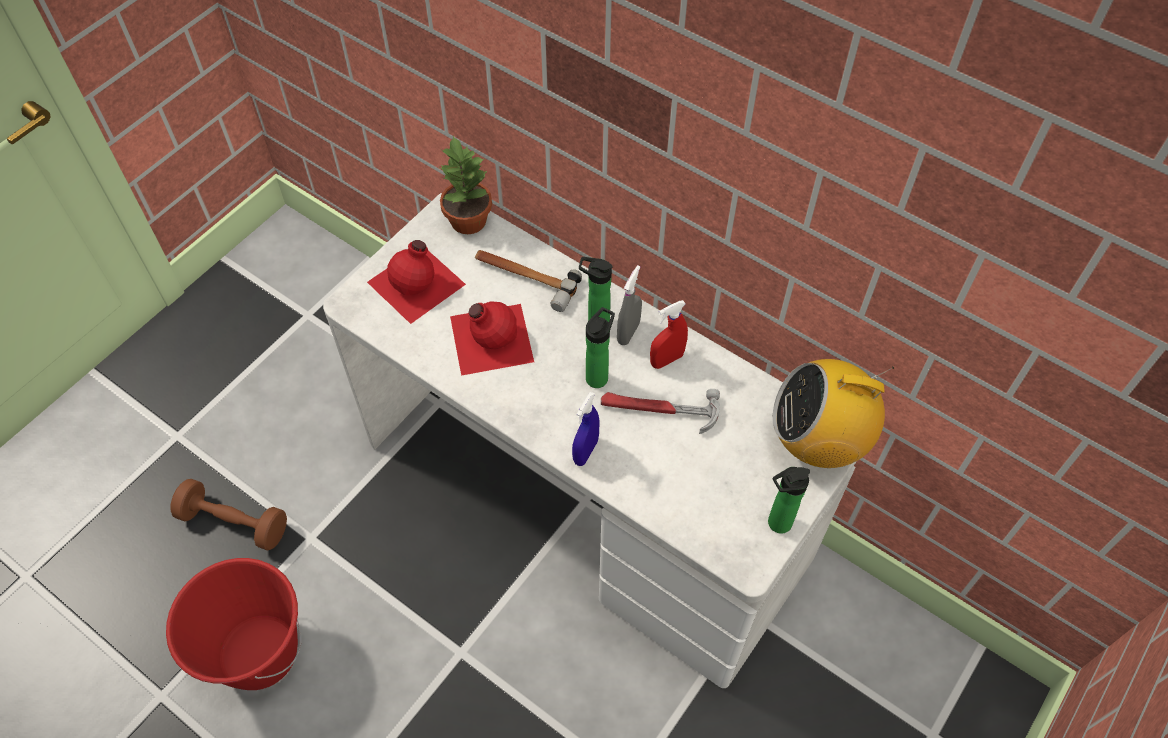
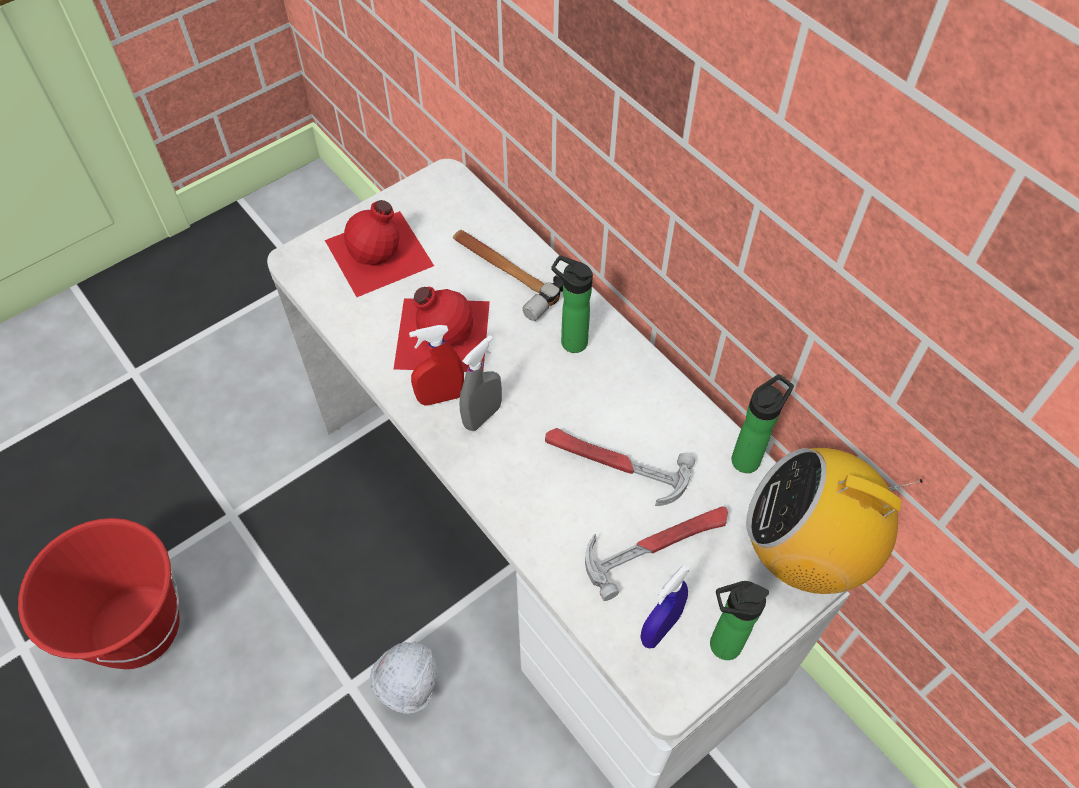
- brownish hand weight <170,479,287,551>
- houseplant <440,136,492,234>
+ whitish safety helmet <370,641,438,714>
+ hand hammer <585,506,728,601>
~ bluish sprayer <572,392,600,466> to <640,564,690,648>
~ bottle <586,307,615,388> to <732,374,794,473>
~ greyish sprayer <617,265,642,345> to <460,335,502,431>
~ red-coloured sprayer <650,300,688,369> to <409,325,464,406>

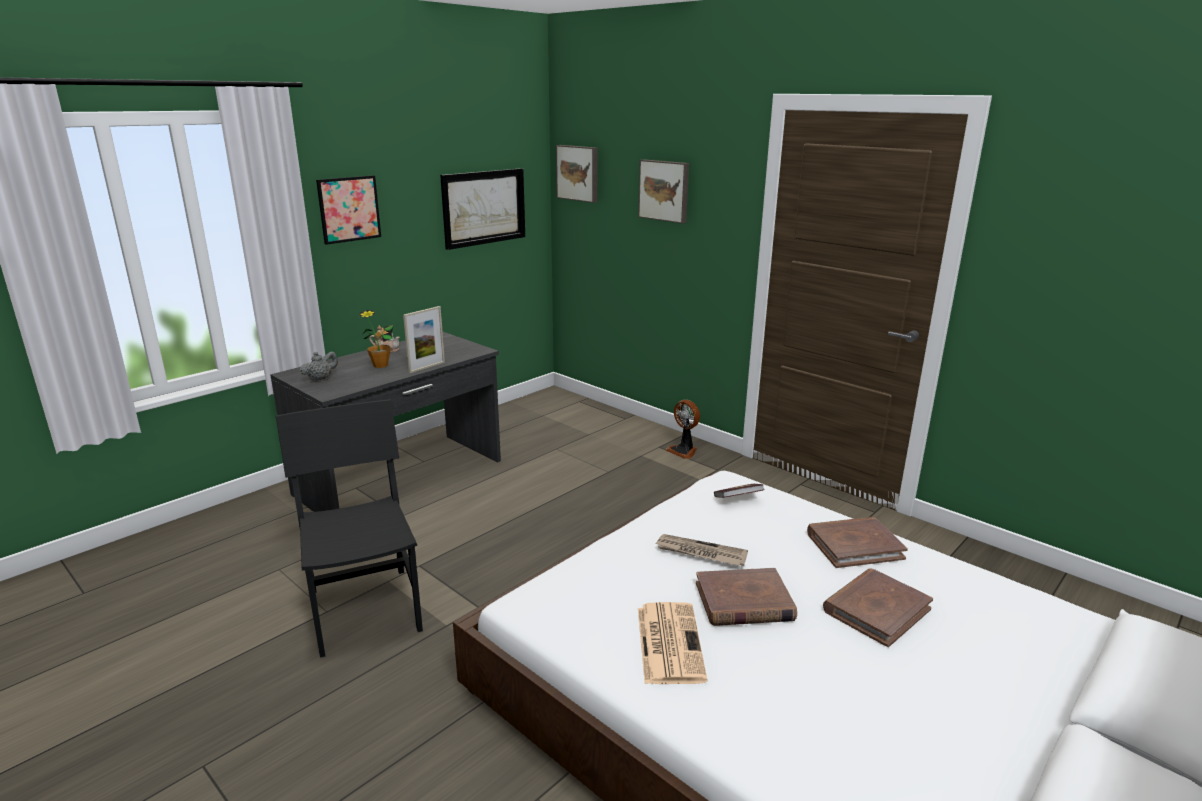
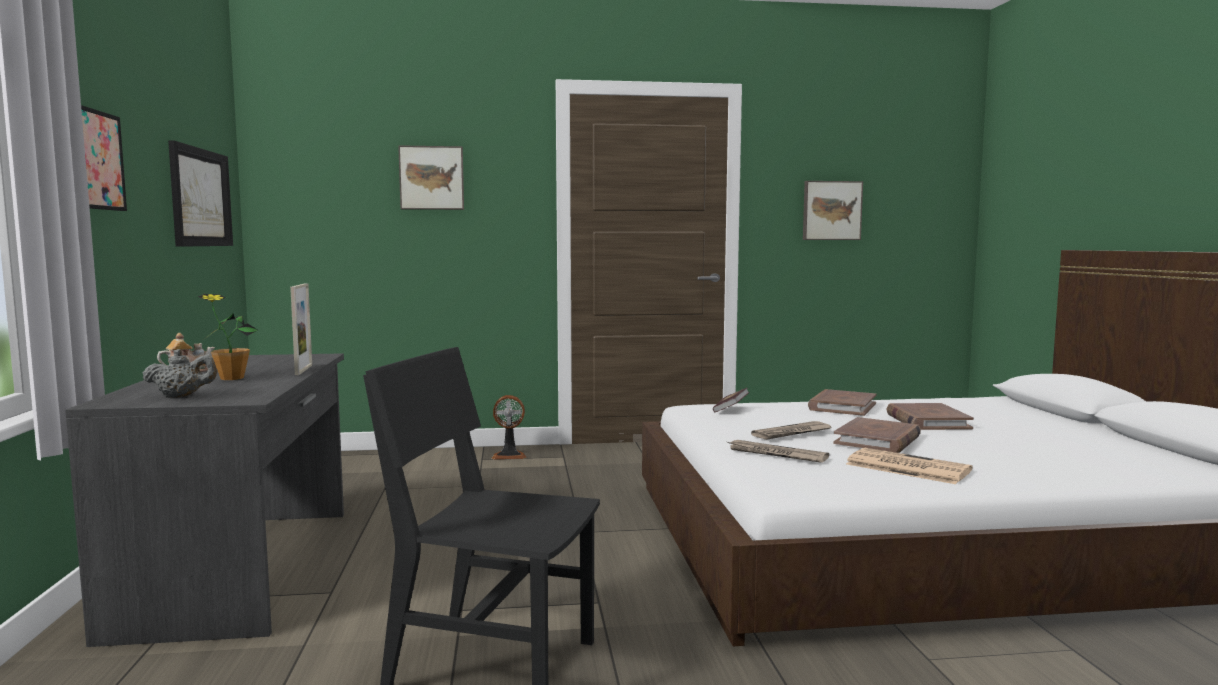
+ daily paper <727,440,829,463>
~ wall picture <556,145,598,203> to <803,181,863,240>
~ greyish tea pot <300,352,338,381> = <142,349,217,398> 90 degrees clockwise

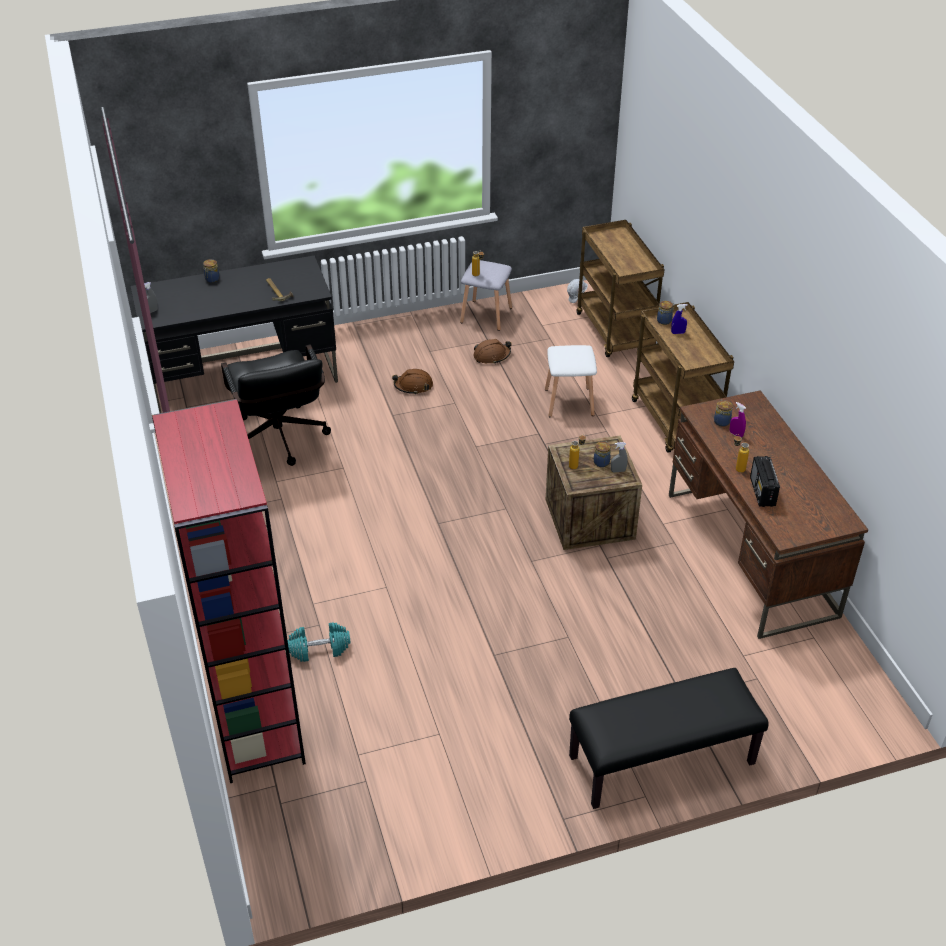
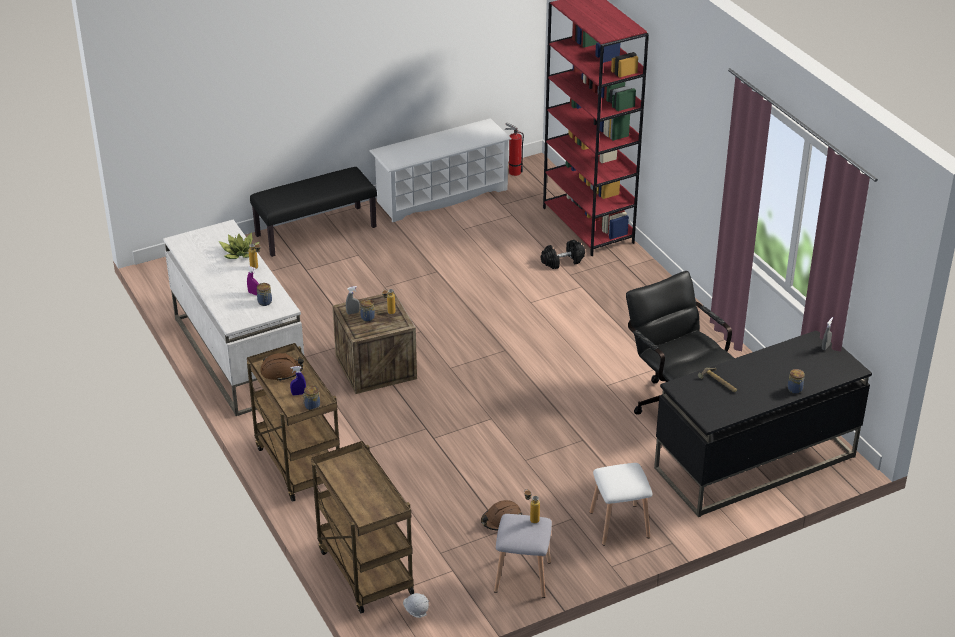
+ whitish shoe stand <369,118,512,222>
+ fire-fighting cylinder <504,122,524,176>
~ brownish safety helmet <392,369,433,395> to <260,353,304,381>
~ whitish stool seat <545,345,597,417> to <590,463,653,546>
~ radio receiver <750,456,780,507> to houseplant <219,232,260,259>
~ blue-green hand weight <288,622,351,662> to blackish hand weight <541,240,585,269>
~ brownish desk <669,390,868,639> to whitish desk <163,219,304,416>

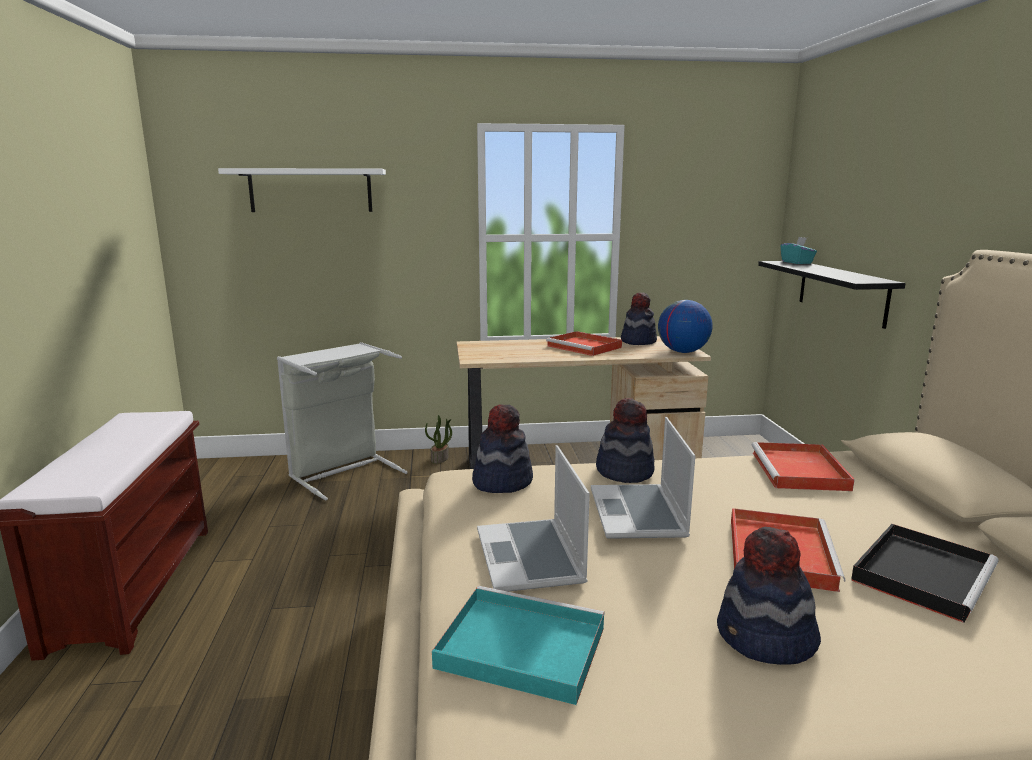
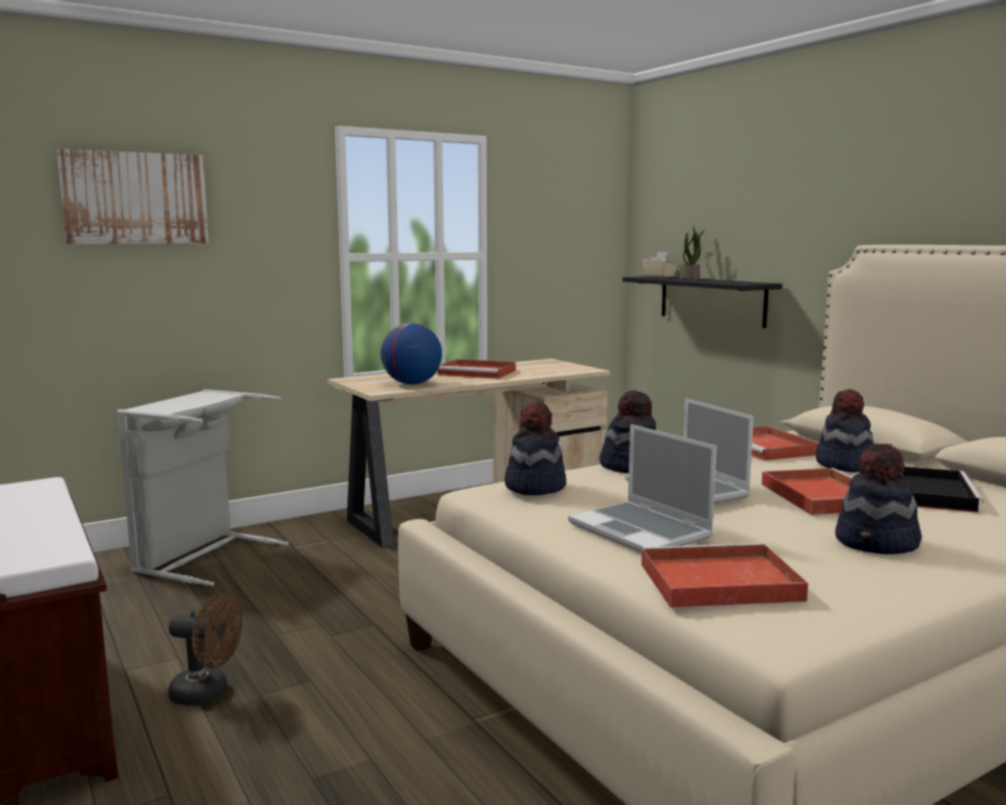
+ brownish fan <168,593,242,706>
~ houseplant <425,415,452,464> to <680,226,705,280>
~ wearable hat <621,293,657,345> to <816,389,873,472>
~ desk globe <658,300,713,353> to <381,323,442,385>
~ whitish wall shelf <218,168,386,212> to wall picture <57,149,209,244>
~ blue-green carrying tray <432,586,605,705> to red-coloured carrying tray <641,543,808,608>
~ blue-green tissue holder <781,237,817,264> to beige tissue holder <642,252,678,277>

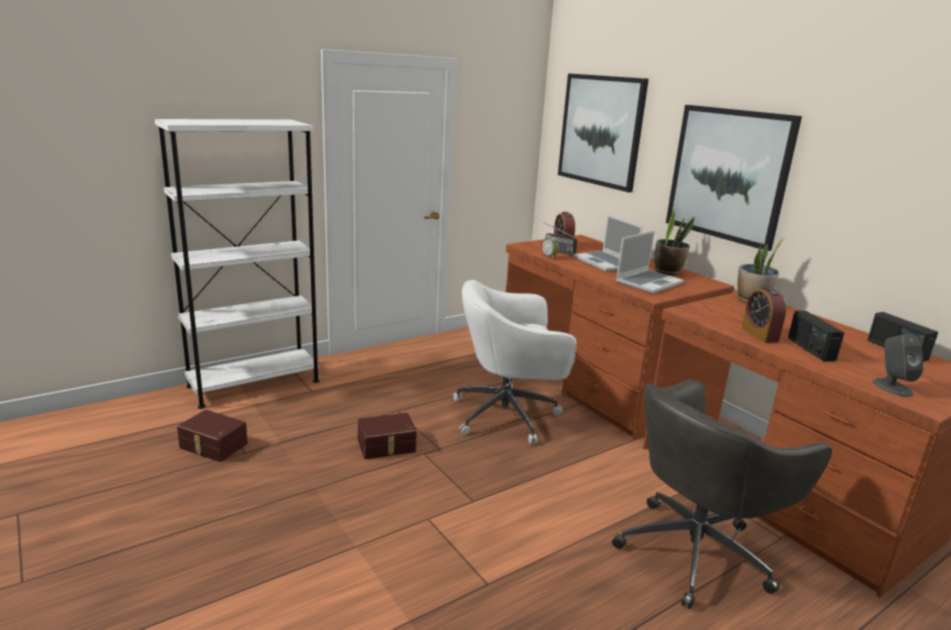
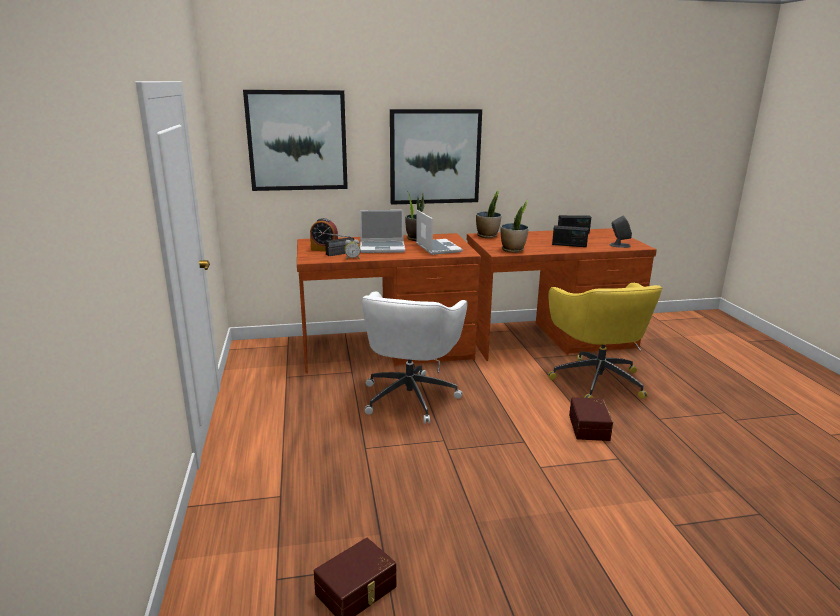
- whitish bookshelf <155,119,320,409>
- alarm clock <742,287,786,343>
+ houseplant <501,199,529,253>
~ brownish storage box <358,413,417,459> to <569,397,613,441>
~ greyish computer chair <612,380,832,609> to yellow computer chair <548,283,663,399>

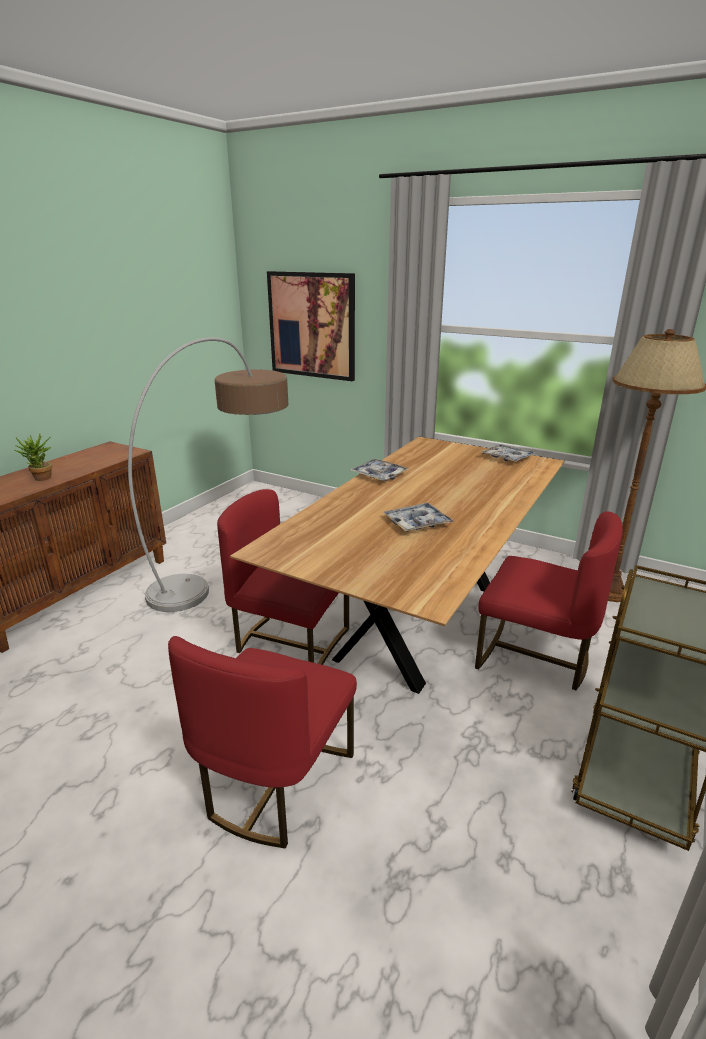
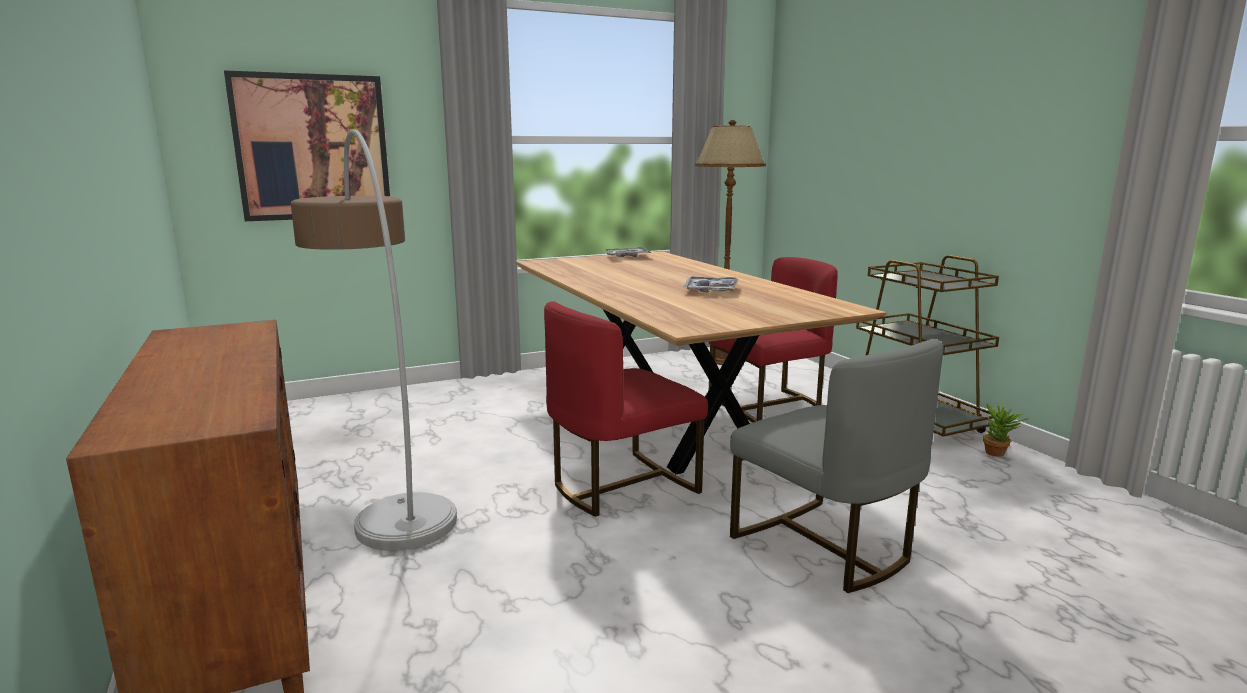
- carrying tray <350,459,410,481>
~ houseplant <15,433,52,481> to <983,402,1029,457>
~ red-coloured chair <168,636,357,848> to greyish chair <730,339,943,593>

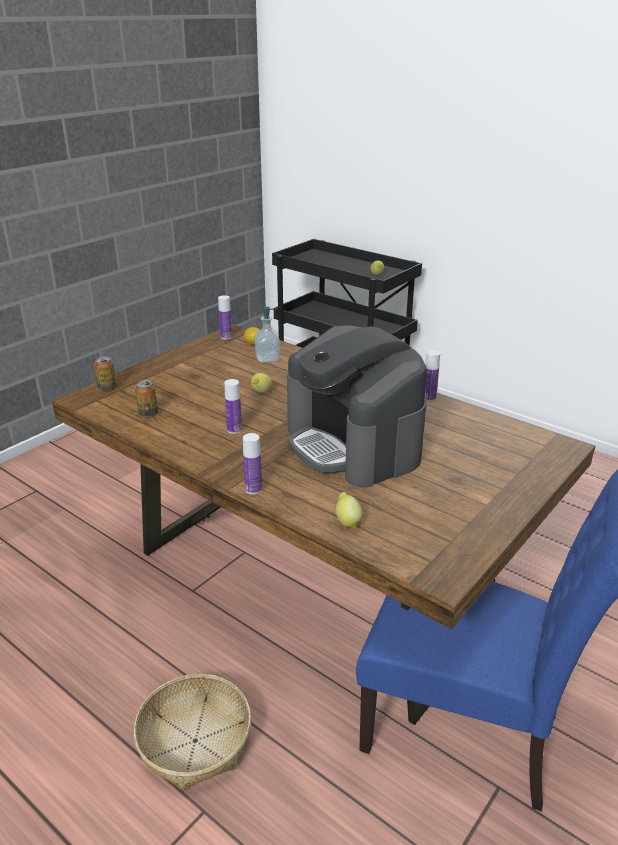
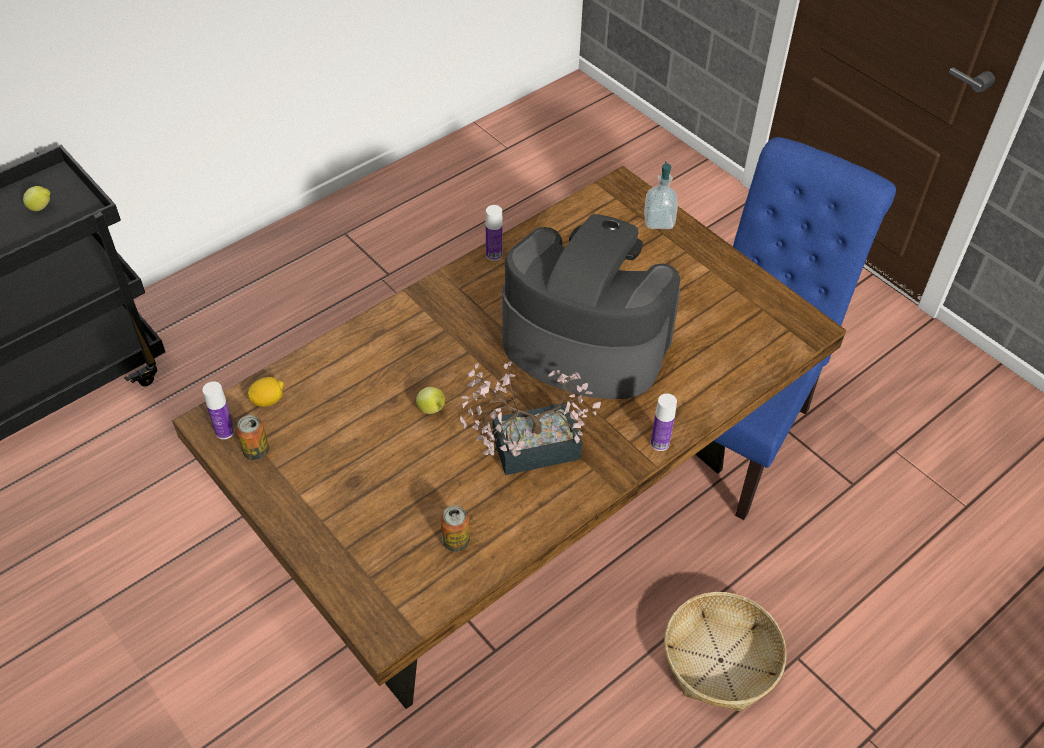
- whole lemon <336,492,363,528>
~ metal can <94,356,117,391> to <236,415,269,460>
~ soap dispenser <255,307,280,363> to <644,161,678,229>
~ bottle <224,379,242,434> to houseplant <460,361,601,475>
~ coffee brewer <287,326,427,488> = <502,214,680,399> 135 degrees counterclockwise

